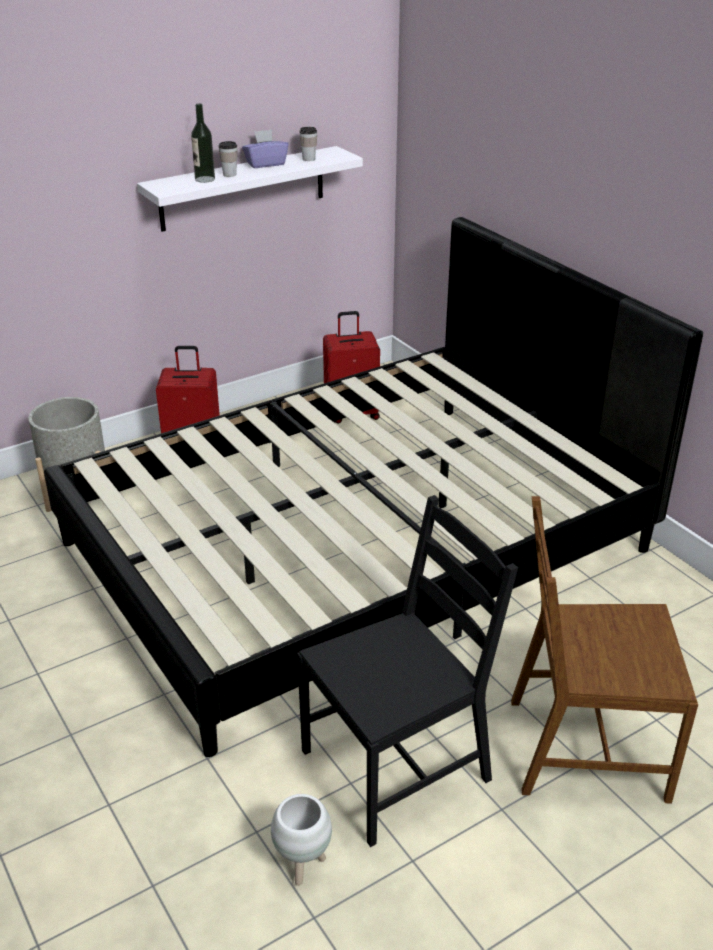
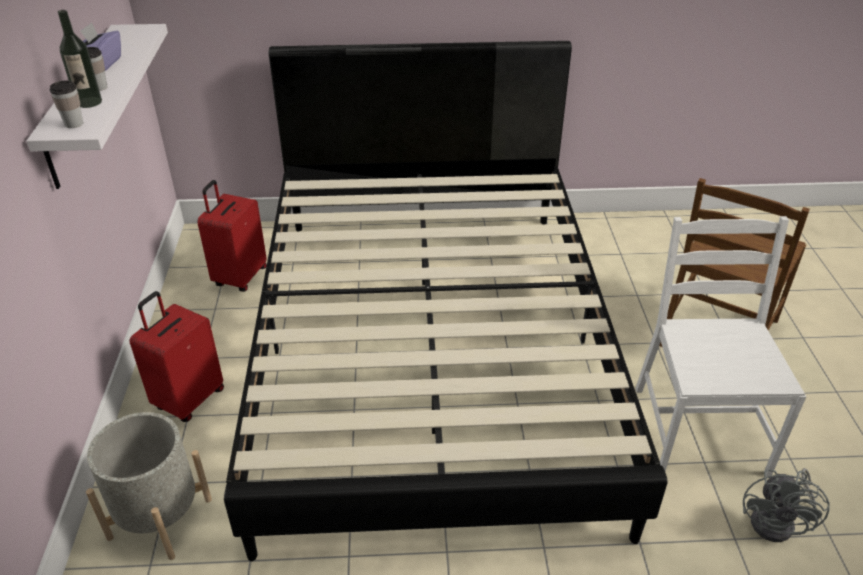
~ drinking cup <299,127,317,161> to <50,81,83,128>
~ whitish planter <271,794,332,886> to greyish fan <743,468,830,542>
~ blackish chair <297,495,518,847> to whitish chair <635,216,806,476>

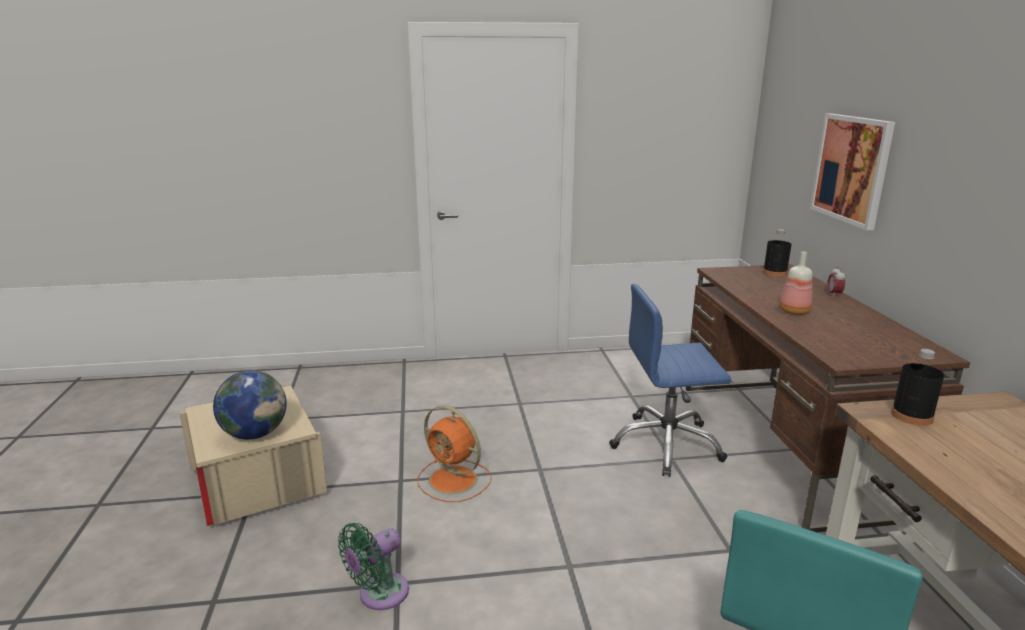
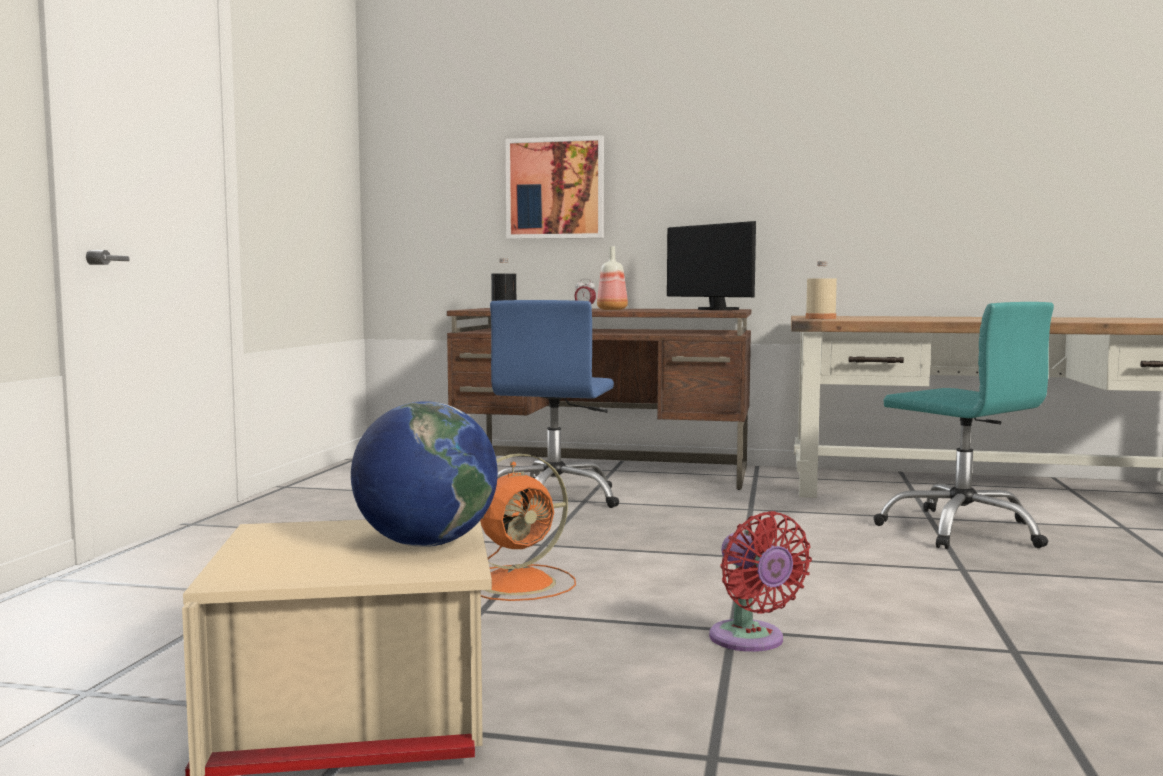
+ computer display <667,221,756,310>
~ green fan <338,523,409,610> to red-coloured fan <709,511,812,652>
~ blackish bottle <891,349,944,426> to beige bottle <806,261,837,319>

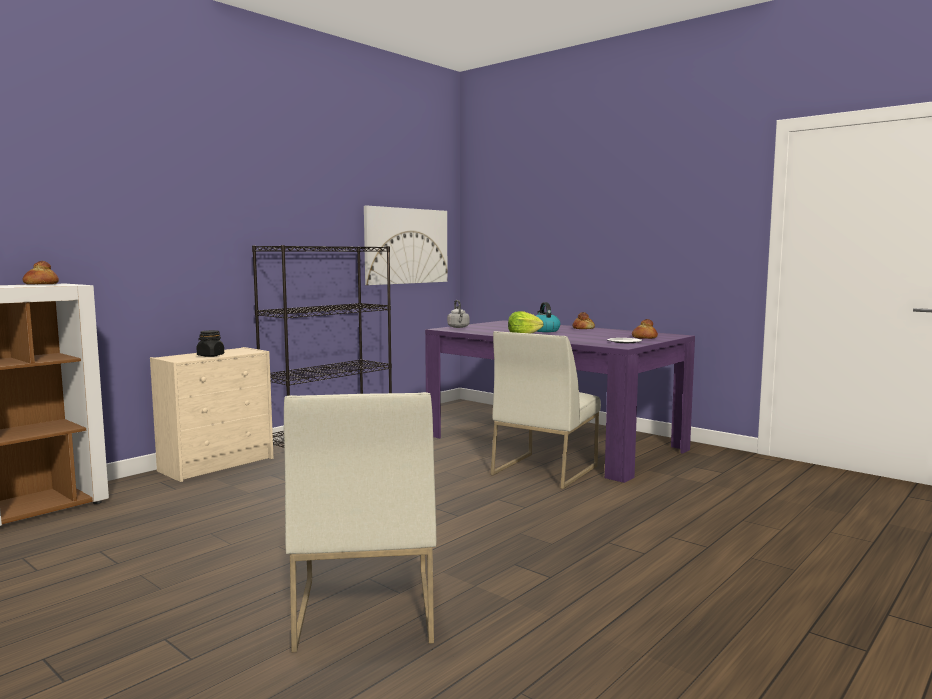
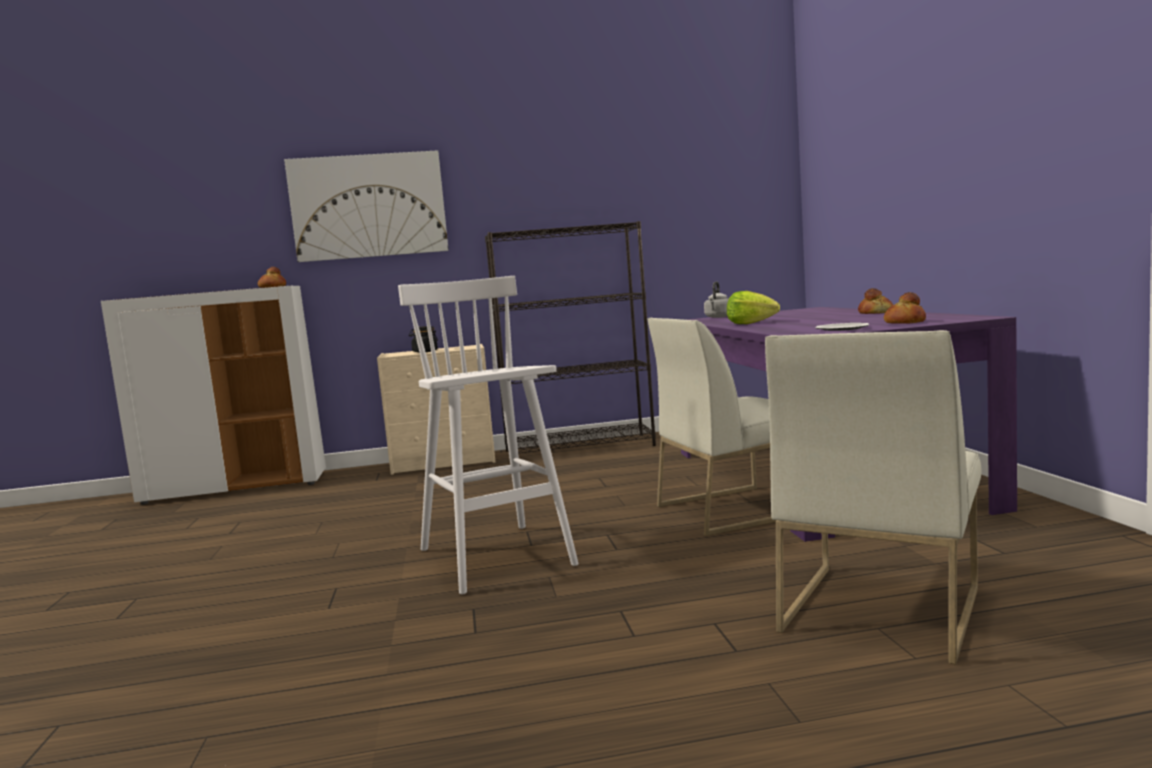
- tea kettle <536,302,560,332>
+ whitish stool seat <398,276,579,594>
~ whitish chair <284,392,436,652> to <765,330,982,665>
~ wall picture <364,205,447,285> to <284,150,449,262>

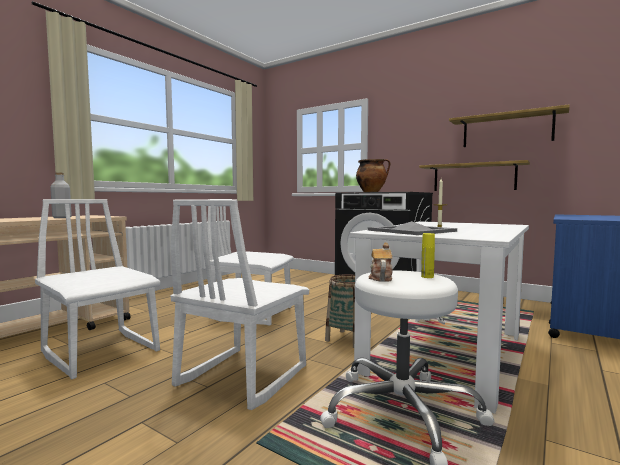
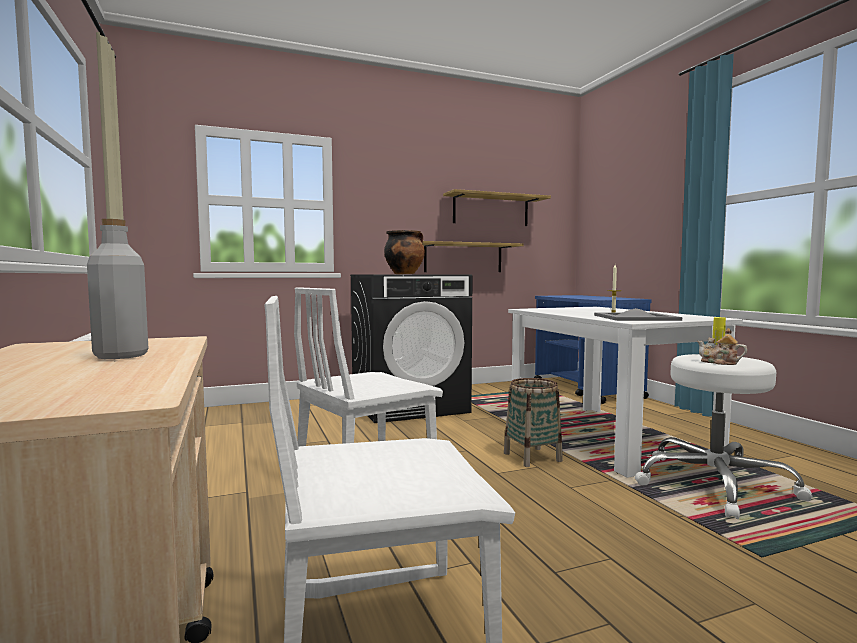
- whitish chair <171,199,309,410>

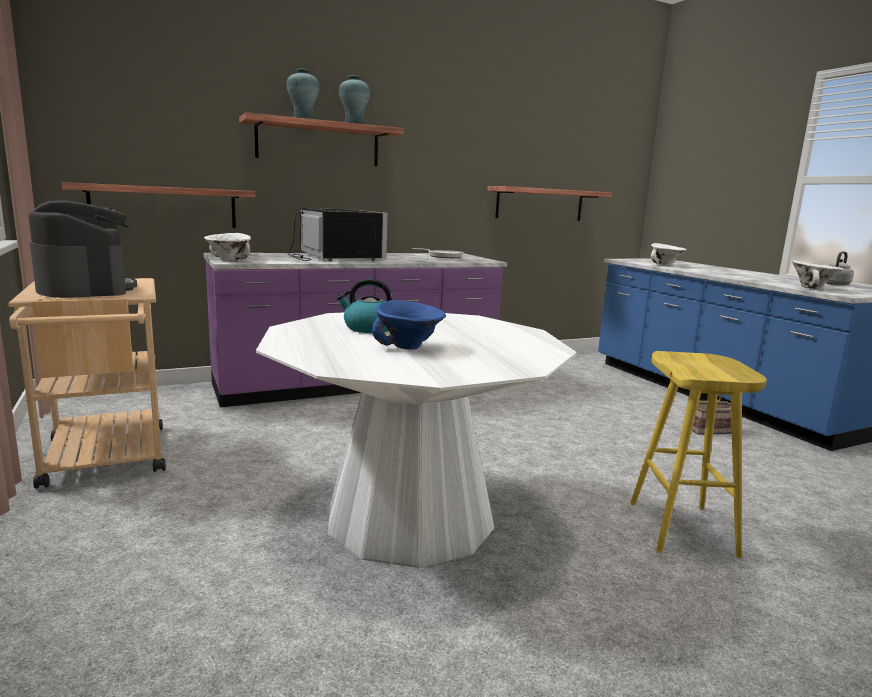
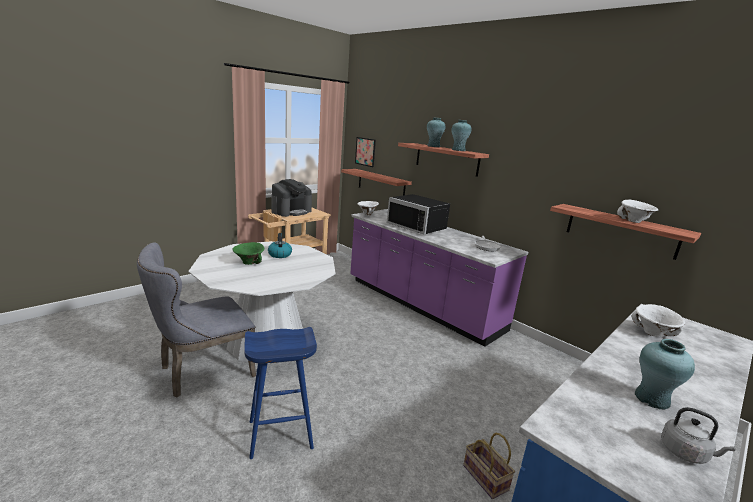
+ greyish chair <137,242,256,398>
+ wall picture <355,137,376,167>
+ blue-green flower vase <635,339,695,410>
~ whitish serving bowl <792,260,843,289> to <617,200,658,223>
~ bluish serving bowl <372,300,446,350> to green serving bowl <233,242,264,265>
~ yellow stool seat <630,351,767,558> to bluish stool seat <244,327,317,459>
~ blackish kitchen microwave <288,208,387,261> = <387,194,450,234> 90 degrees clockwise

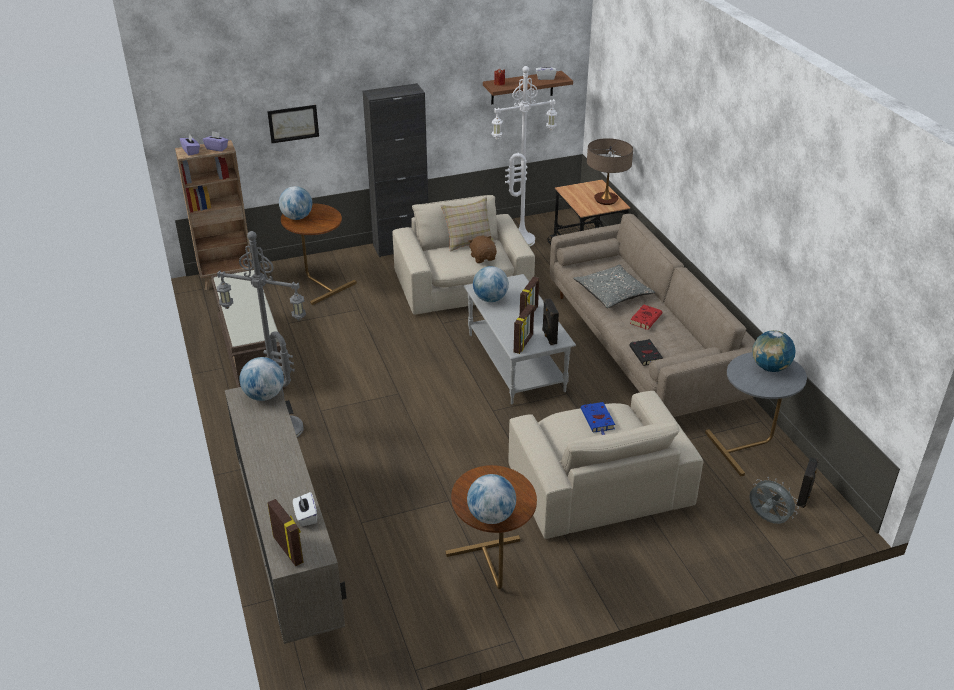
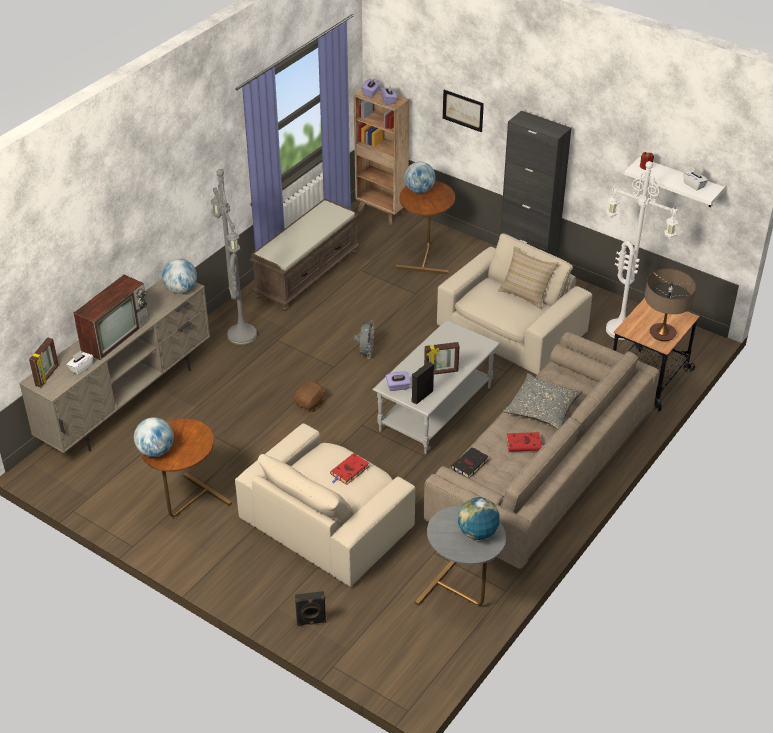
- desk globe <473,266,509,302>
+ TV set <73,275,149,360>
~ brownish cuddly toy <468,236,497,263> to <294,380,326,412>
~ greyish fan <749,478,799,524> to <354,320,375,359>
~ blackish audio speaker <797,457,819,508> to <295,591,326,626>
~ picture frame <514,304,534,354> to purplish tissue holder <386,371,411,391>
~ brownish wall shelf <483,71,573,104> to whitish wall shelf <624,157,725,207>
~ bluish book <581,402,615,435> to red-coloured book <330,453,369,485>

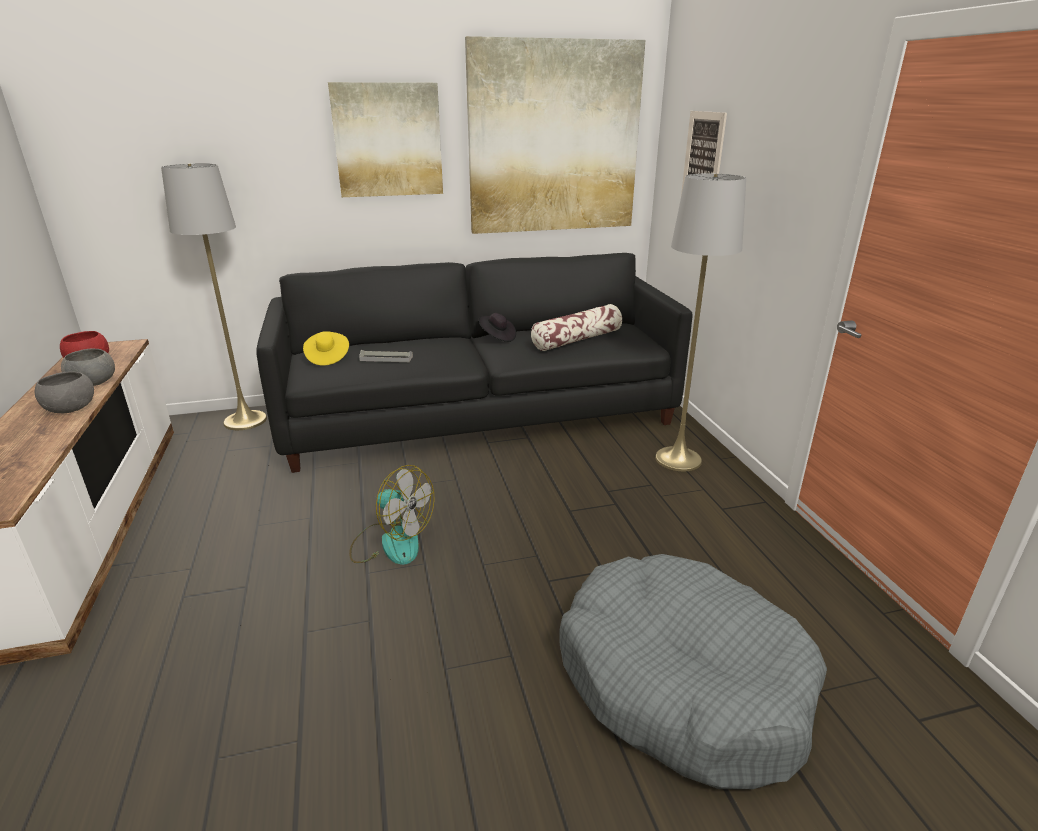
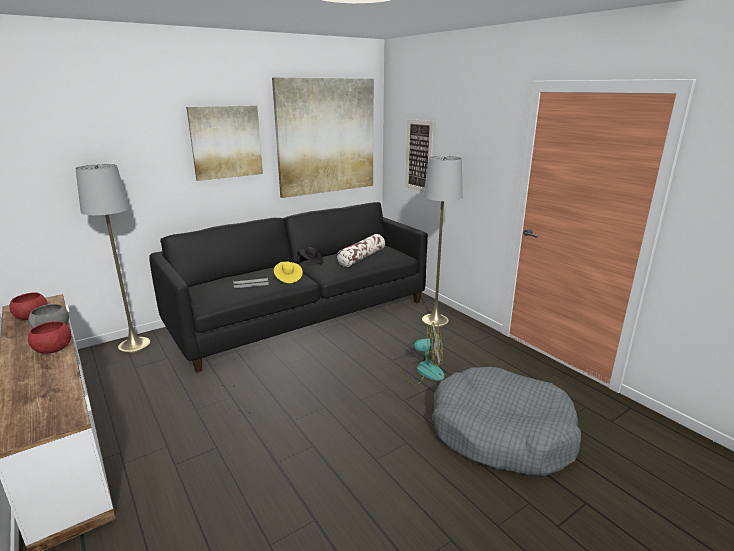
~ yellow wearable hat <303,331,349,366> to <274,261,303,283>
~ fan <349,465,434,565> to <401,322,445,385>
~ greyish serving bowl <34,372,94,413> to red-coloured serving bowl <28,321,71,354>

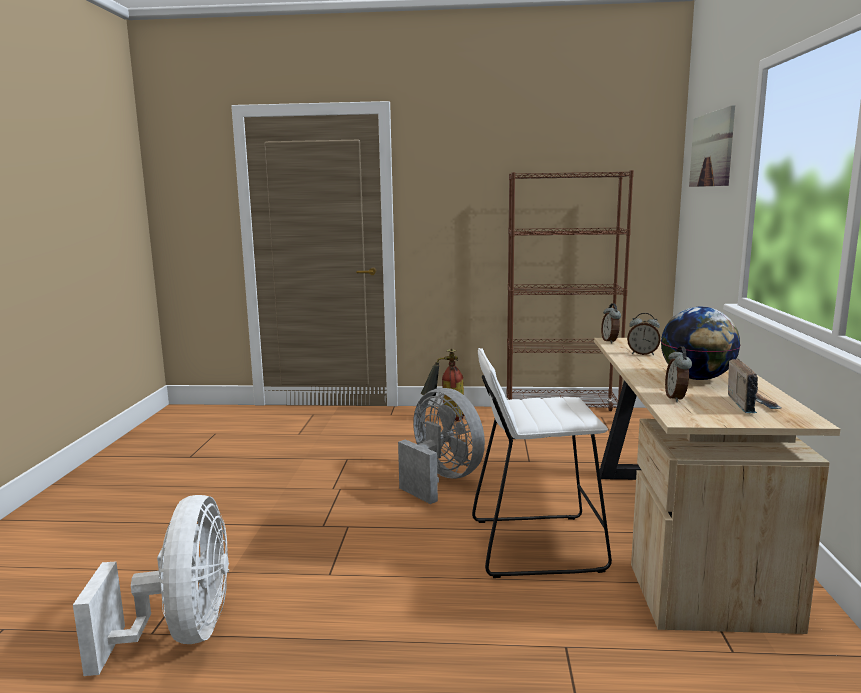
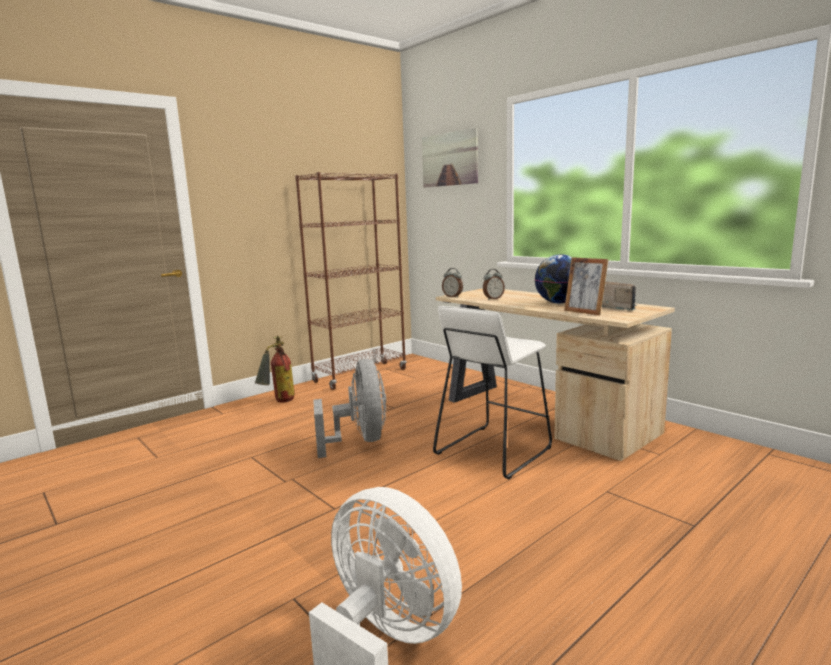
~ alarm clock <665,346,692,402> to picture frame <564,257,609,315>
~ greyish fan <398,388,485,504> = <313,359,386,458> 75 degrees clockwise

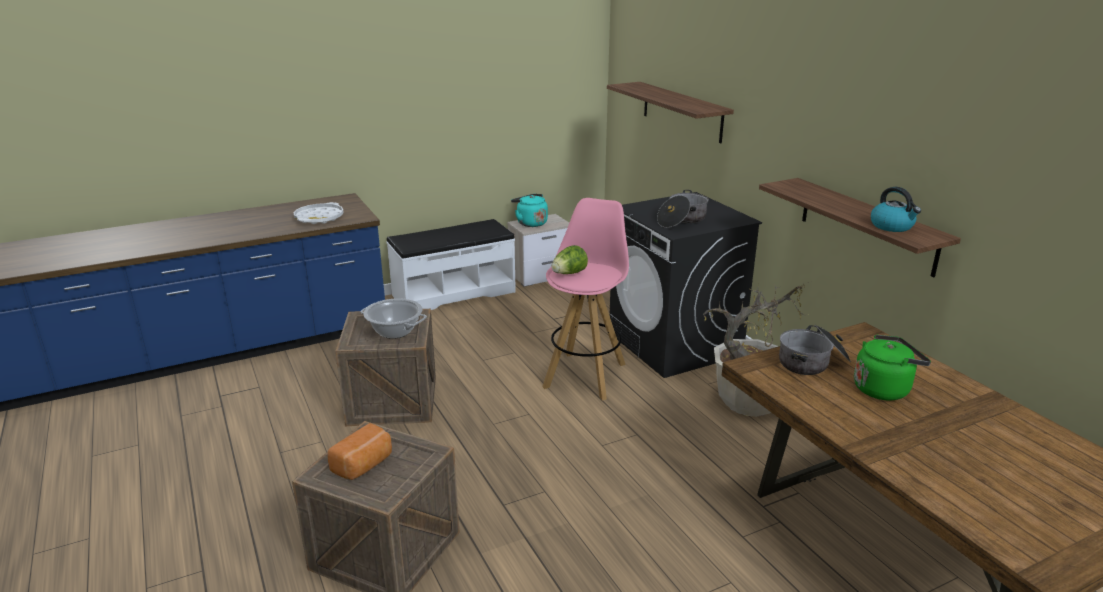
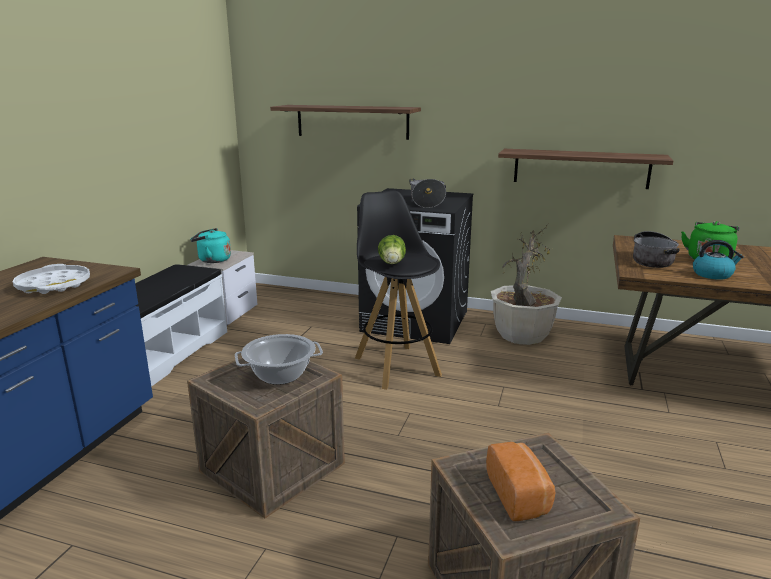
~ tea kettle <871,187,921,232> to <693,240,744,280>
~ pink-coloured stool seat <542,198,629,401> to blackish stool seat <355,190,442,390>

